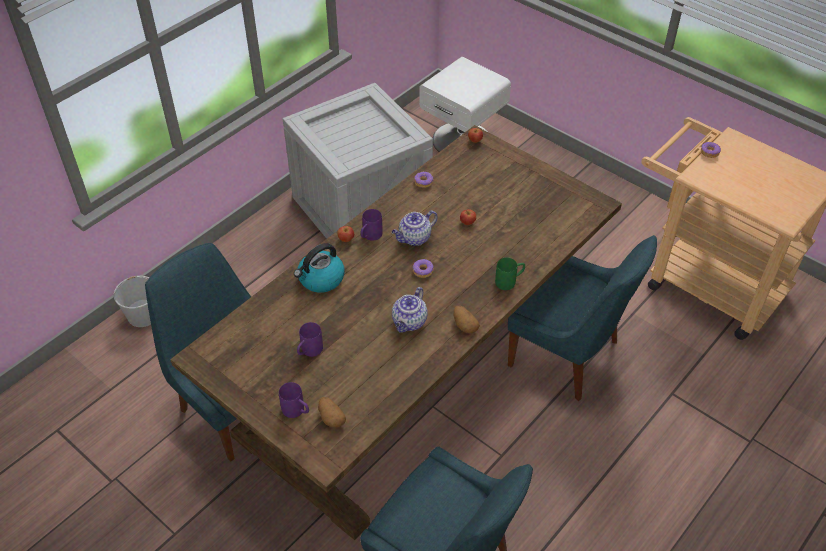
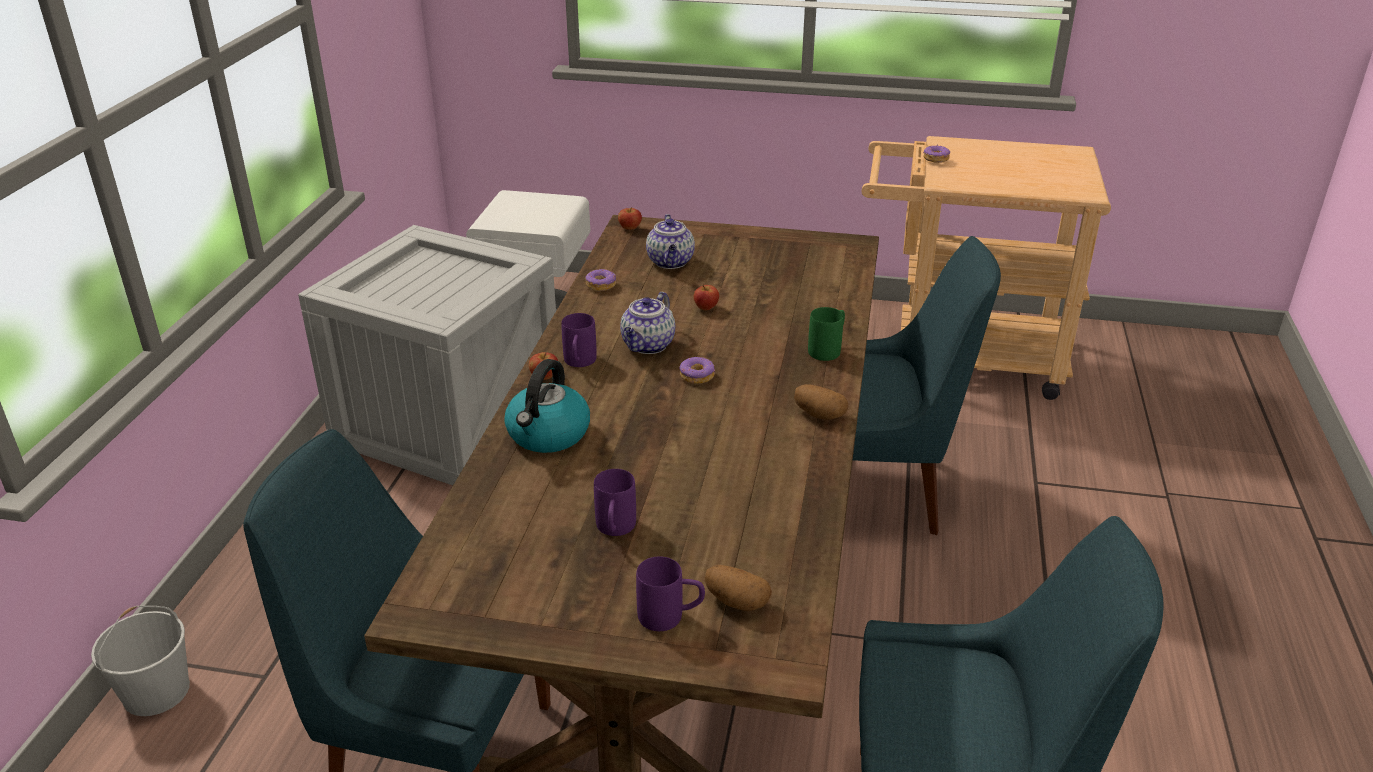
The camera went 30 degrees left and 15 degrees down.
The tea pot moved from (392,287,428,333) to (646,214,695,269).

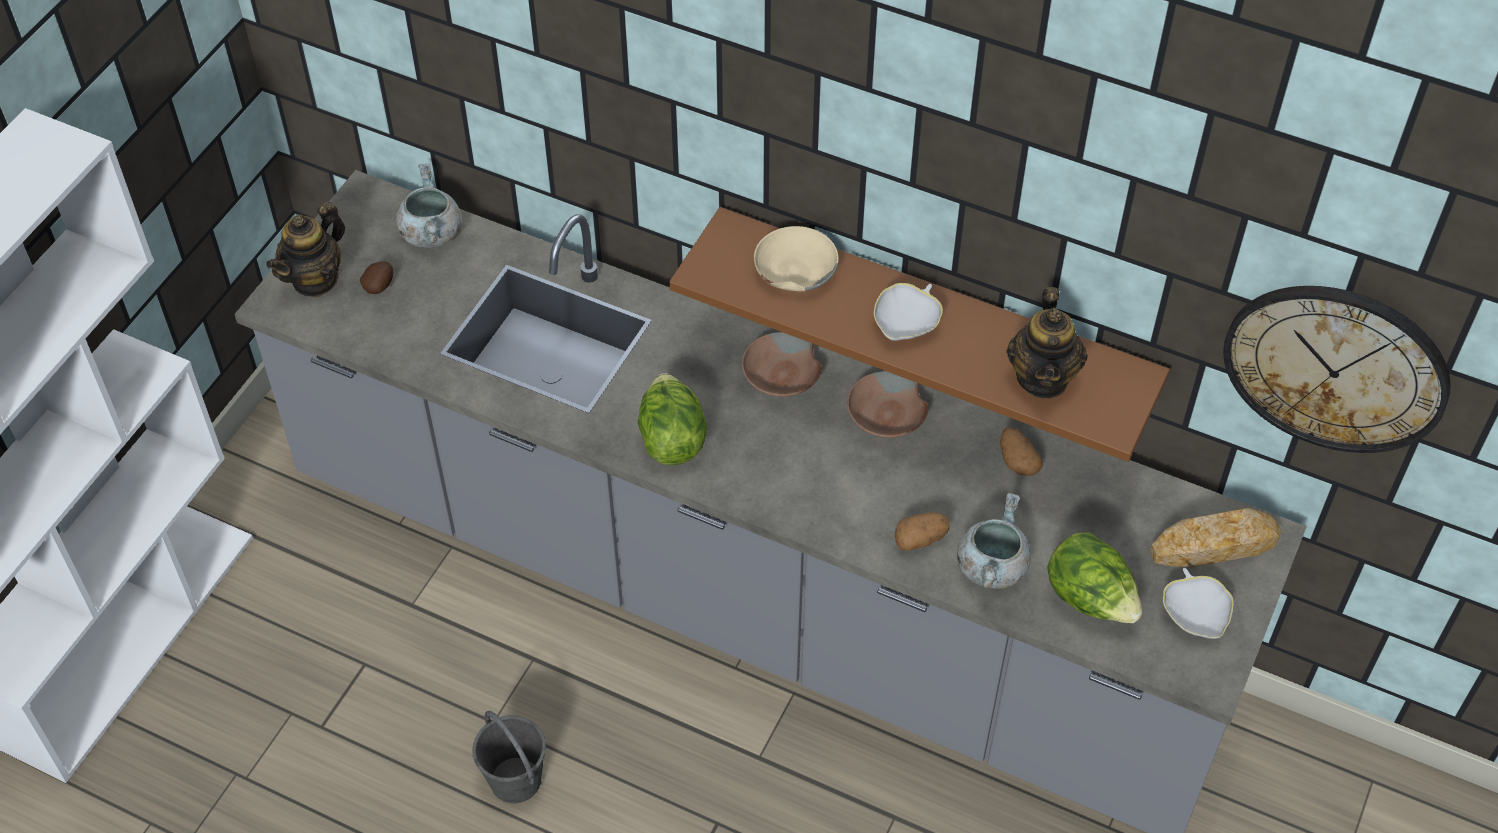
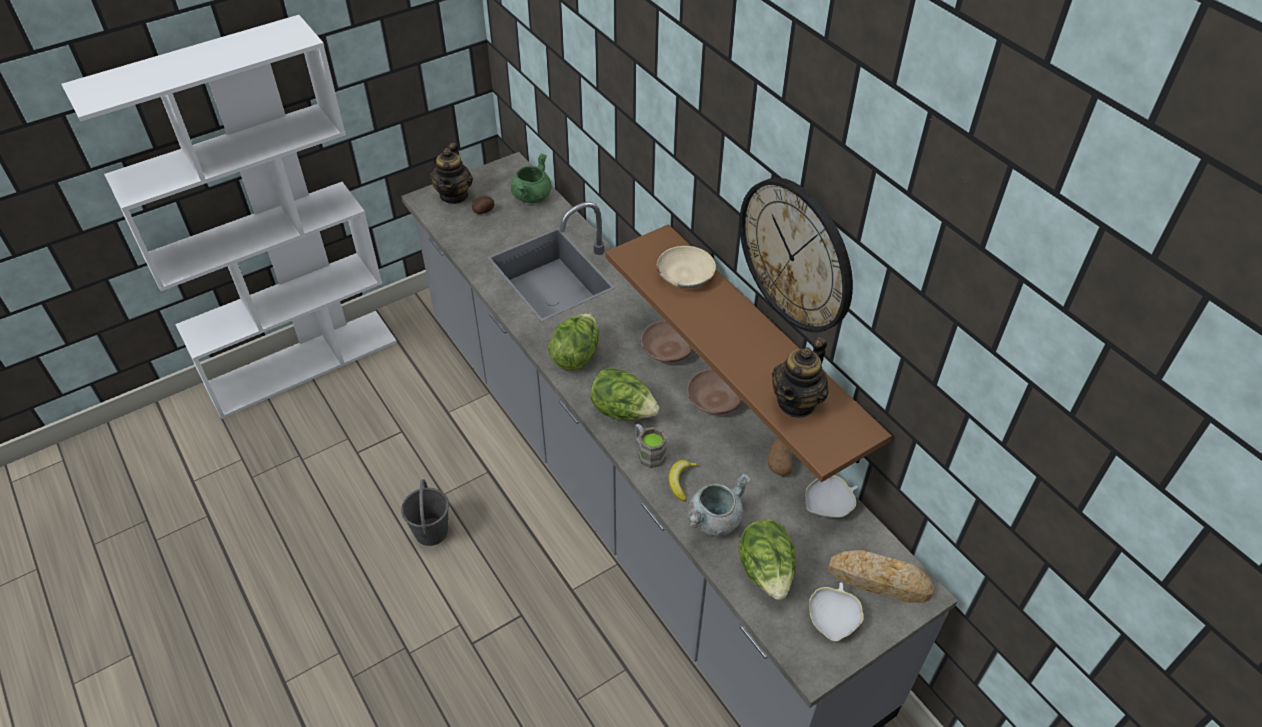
The camera went 30 degrees right and 5 degrees down.
The lettuce at (590,367,659,420) appeared.
The tea mug/brown at (635,424,667,468) appeared.
The serving bowl/white moved from (874,283,943,341) to (805,475,858,518).
The wall clock moved from (1223,286,1451,453) to (739,178,853,332).
The potato at (894,512,949,551) was replaced by the whole banana at (668,460,699,502).
The stockpot/grey at (396,164,462,248) became the stockpot/green-coloured at (511,154,551,203).
The tea pot at (266,202,345,297) turned 60 degrees counterclockwise.

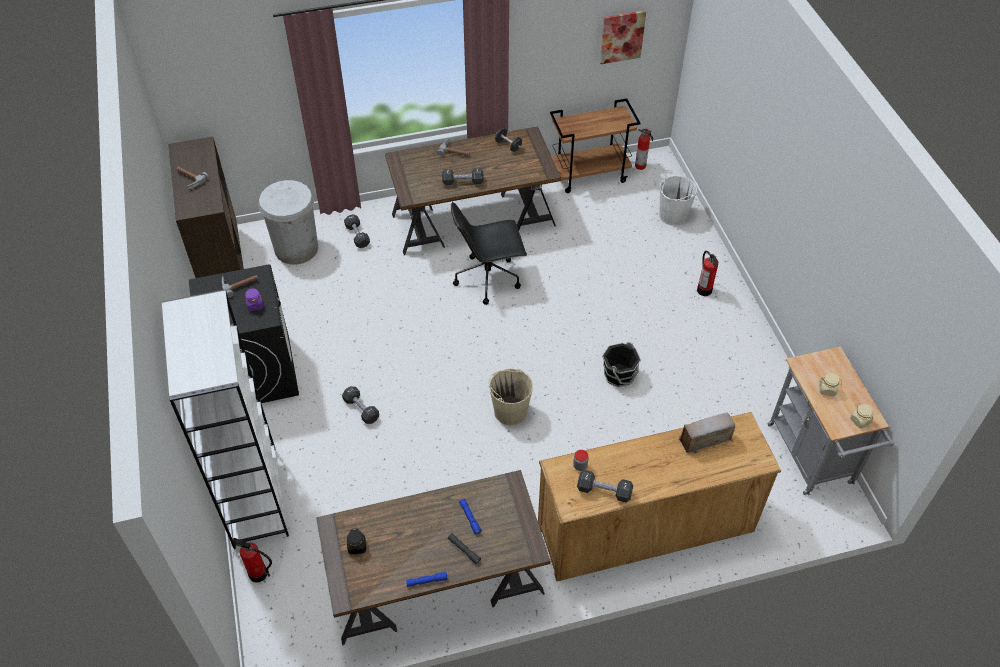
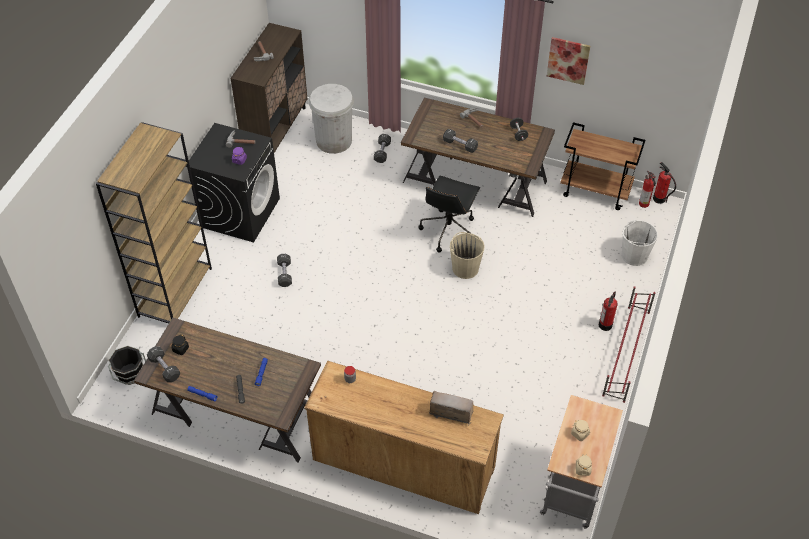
The camera went 35 degrees right and 0 degrees up.
The shoe rack/red at (602,286,656,403) appeared.
The extinguisher moved from (232,538,272,583) to (653,162,676,204).
The pail/sand-coloured moved from (489,369,533,425) to (450,232,485,279).
The hand weight/black moved from (577,470,633,502) to (147,346,180,382).
The wall picture moved from (600,10,646,64) to (547,37,590,85).
The pail/black moved from (602,342,641,387) to (108,346,146,385).
The bookshelf/white at (162,289,289,549) became the bookshelf/brown at (96,122,212,323).
The office chair/black at (451,202,527,305) turned 90 degrees counterclockwise.

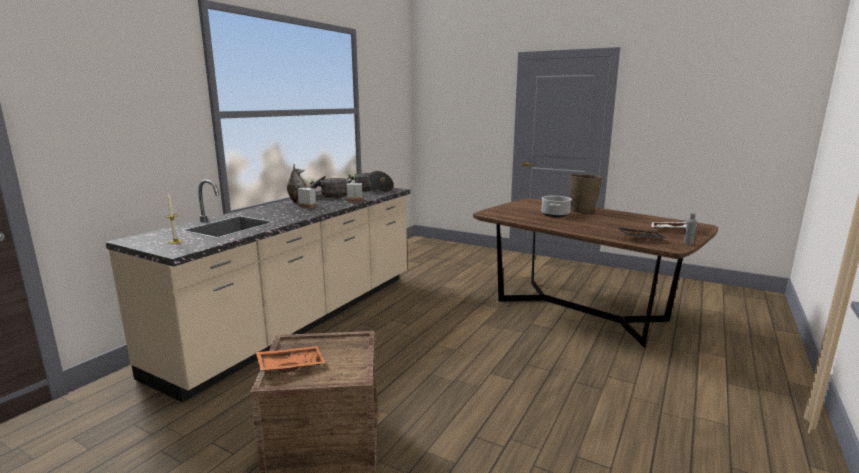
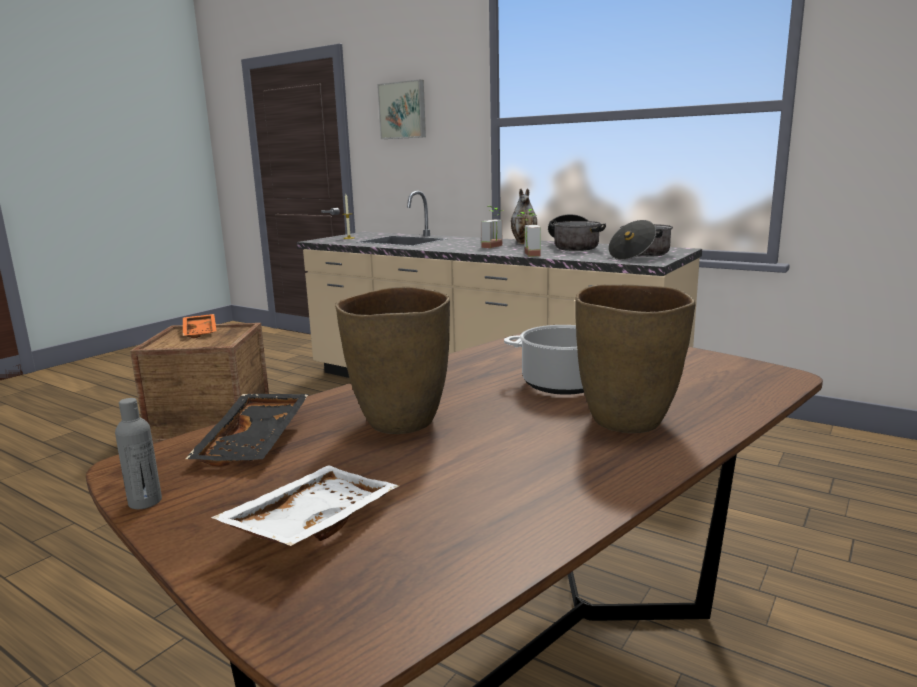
The camera went 95 degrees right and 0 degrees up.
The flower vase/brown at (335,287,450,434) appeared.
The wall picture at (377,79,426,139) appeared.

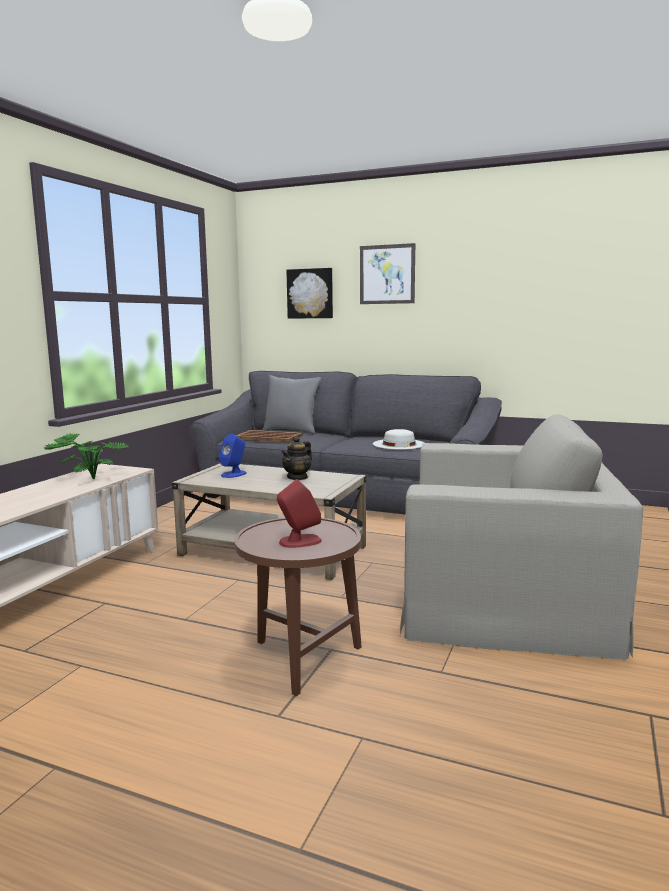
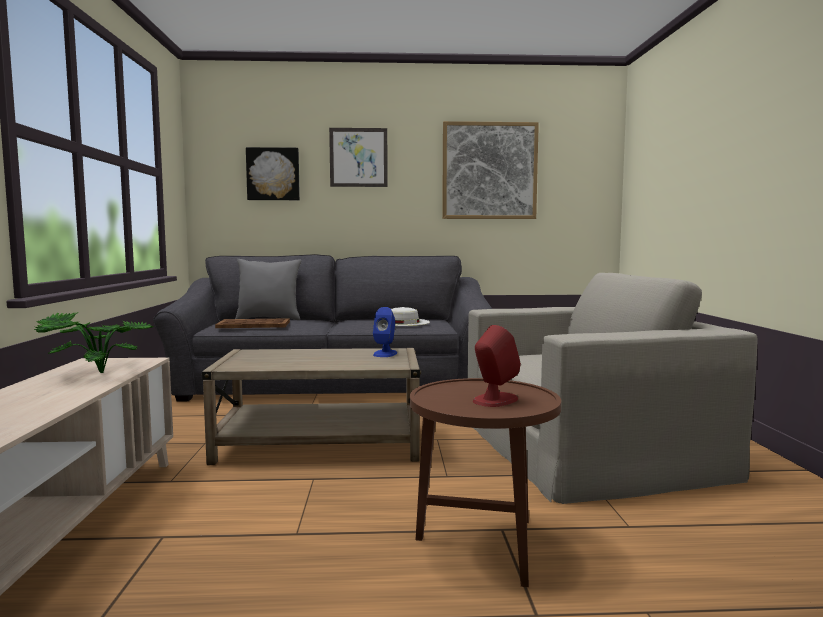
The camera went 25 degrees left and 5 degrees down.
The tea pot at (281,436,312,480) disappeared.
The wall picture at (442,121,539,219) appeared.
The loudspeaker/blue-coloured moved from (219,434,247,478) to (373,307,397,357).

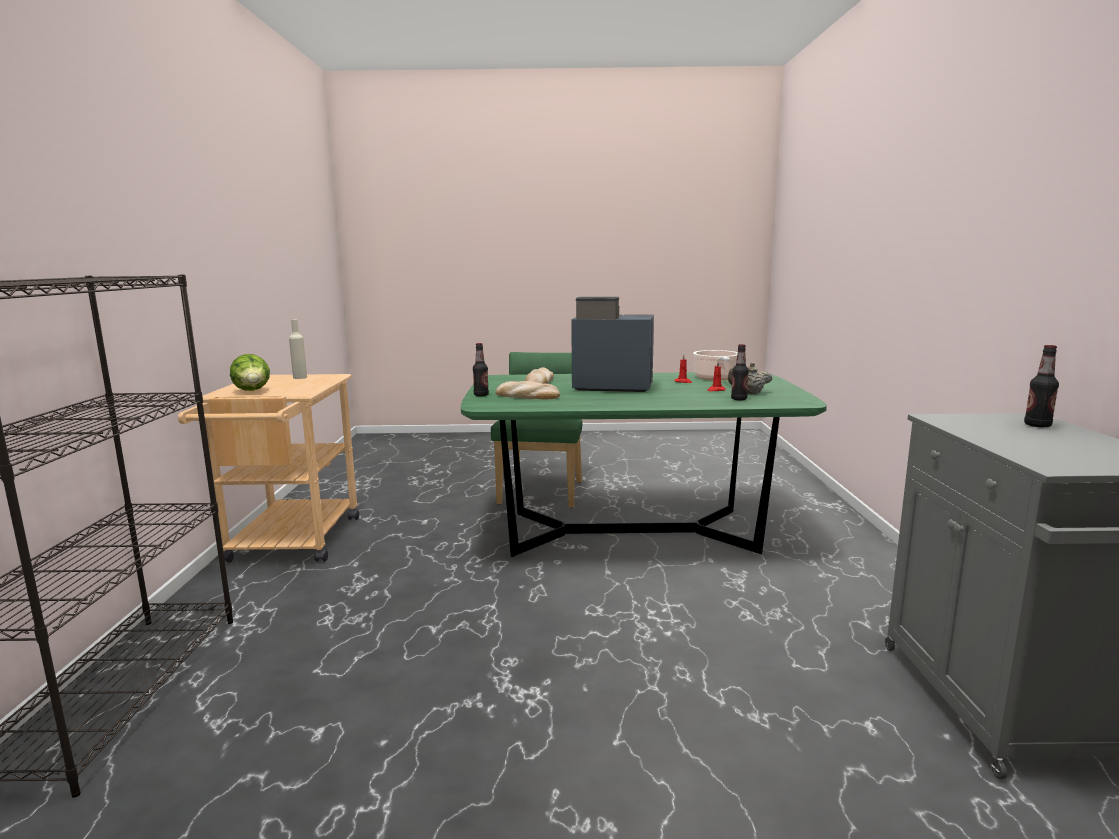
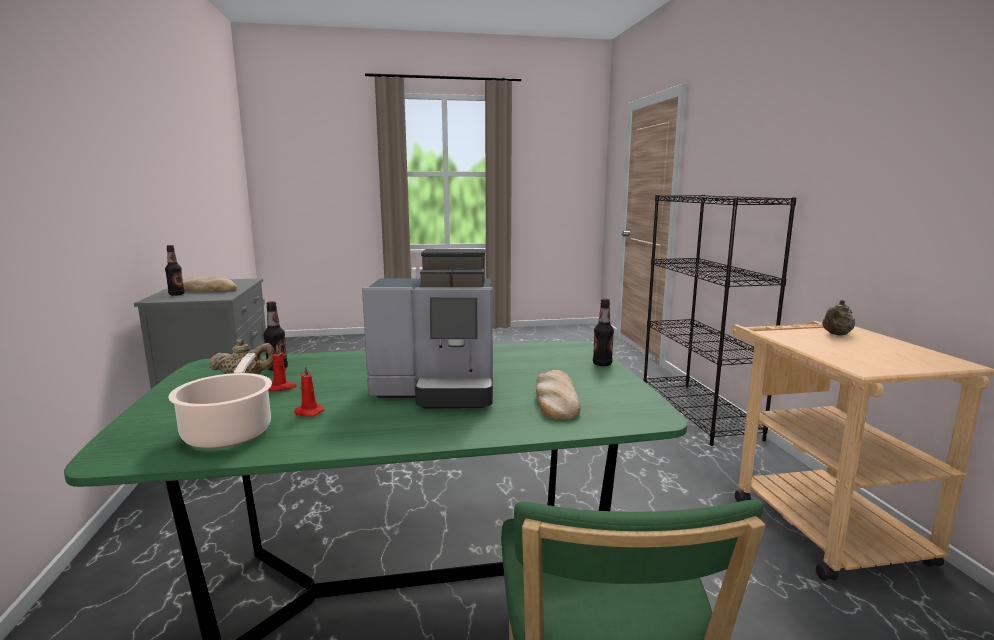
The camera went 170 degrees right and 0 degrees up.
The drink bottle/sand-coloured at (289,319,307,379) disappeared.
The baked bread moved from (496,381,560,399) to (183,276,237,292).
The lettuce at (230,354,270,391) was replaced by the tea pot/sand-coloured at (822,300,855,335).

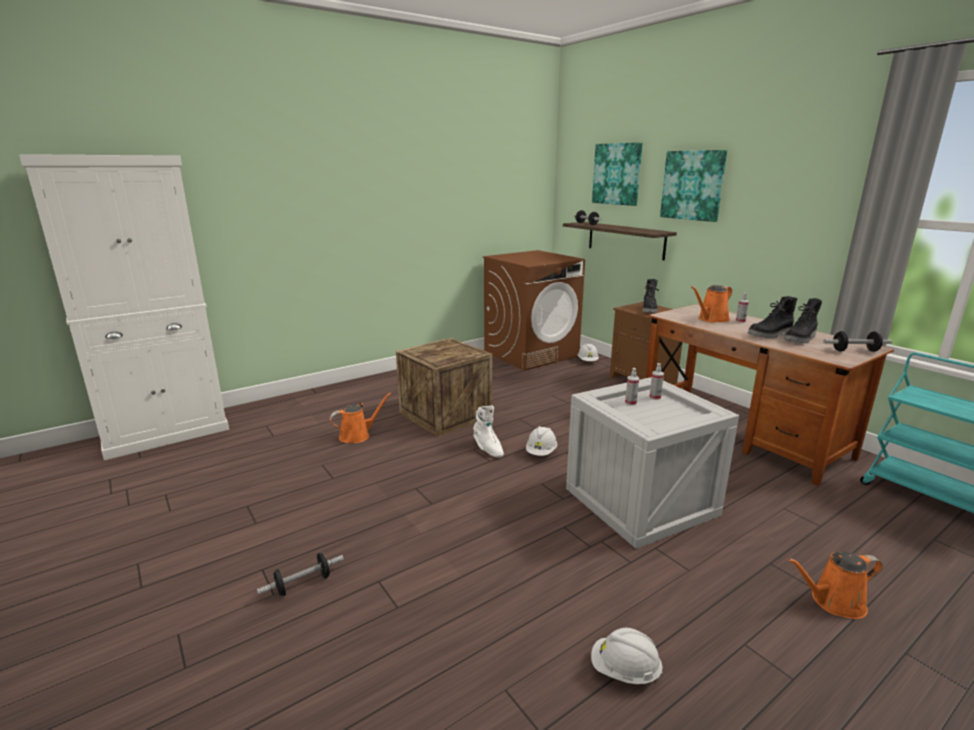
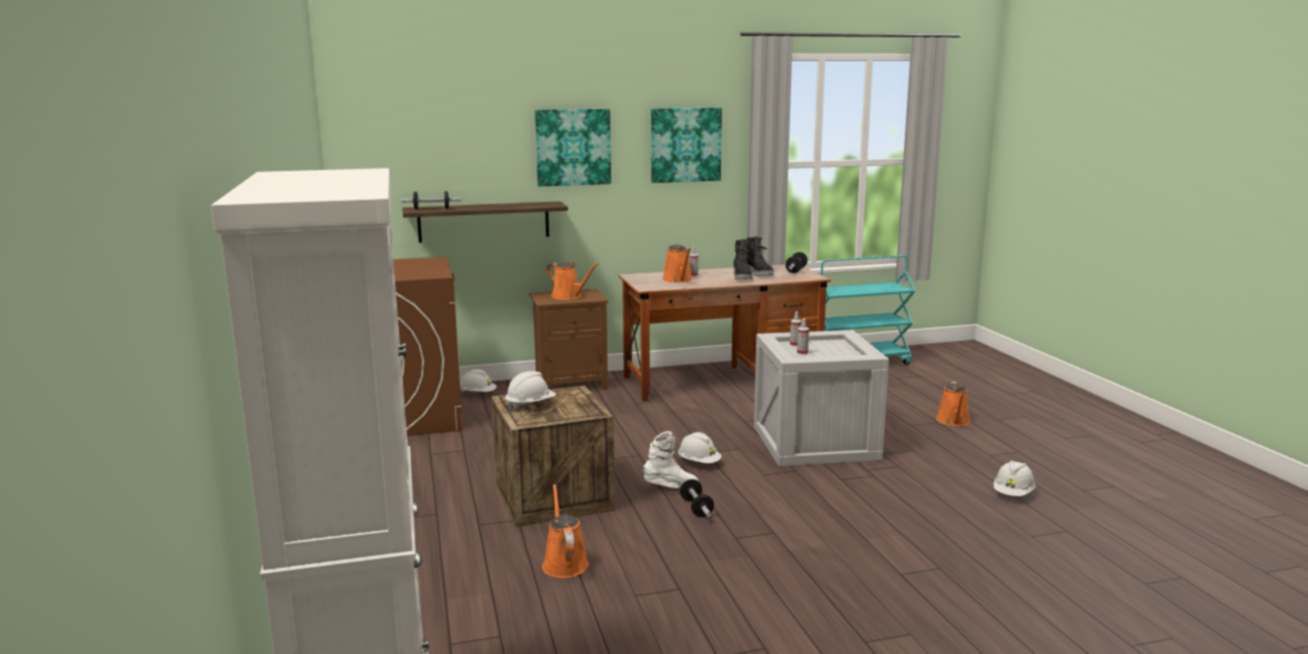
The camera went 70 degrees left and 5 degrees down.
The hard hat/white at (505,371,556,410) appeared.
The hand weight moved from (257,553,344,596) to (680,479,714,517).
The wall picture moved from (592,142,643,206) to (651,108,722,183).
The high-top boot/black at (642,279,659,313) was replaced by the watering can/orange-coloured at (547,262,599,300).

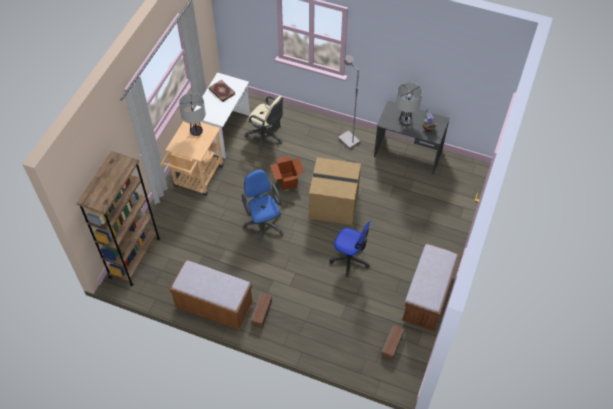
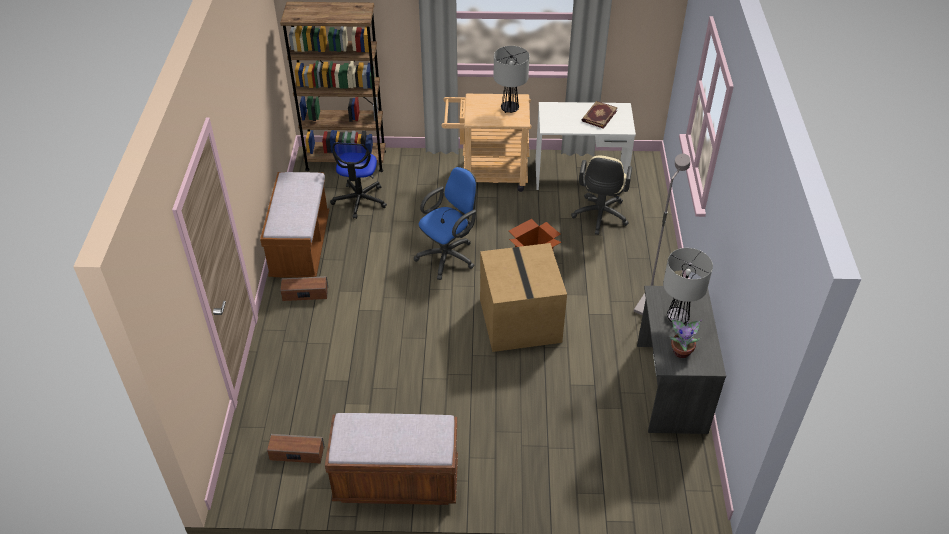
The camera went 70 degrees right and 10 degrees down.
The office chair moved from (329,222,371,277) to (330,143,387,219).

